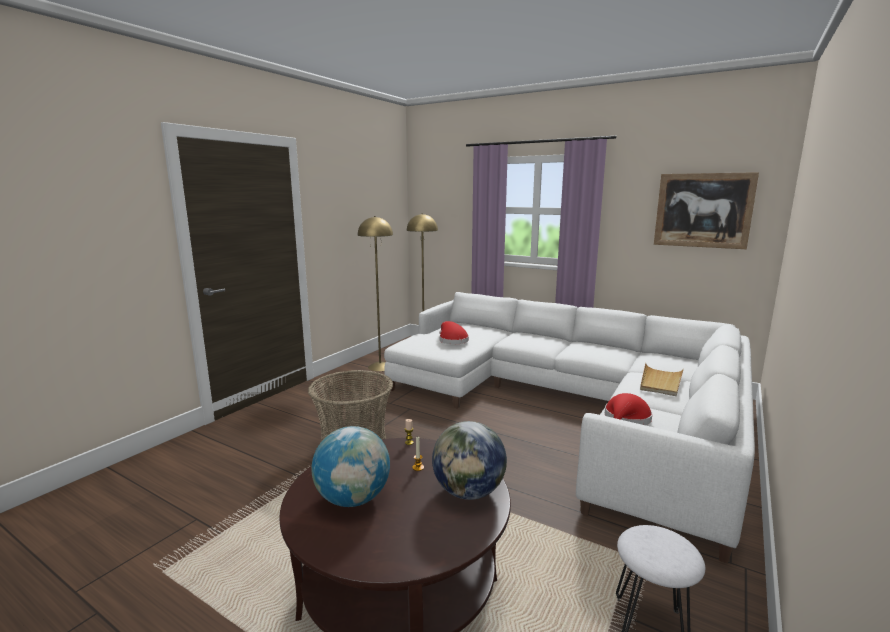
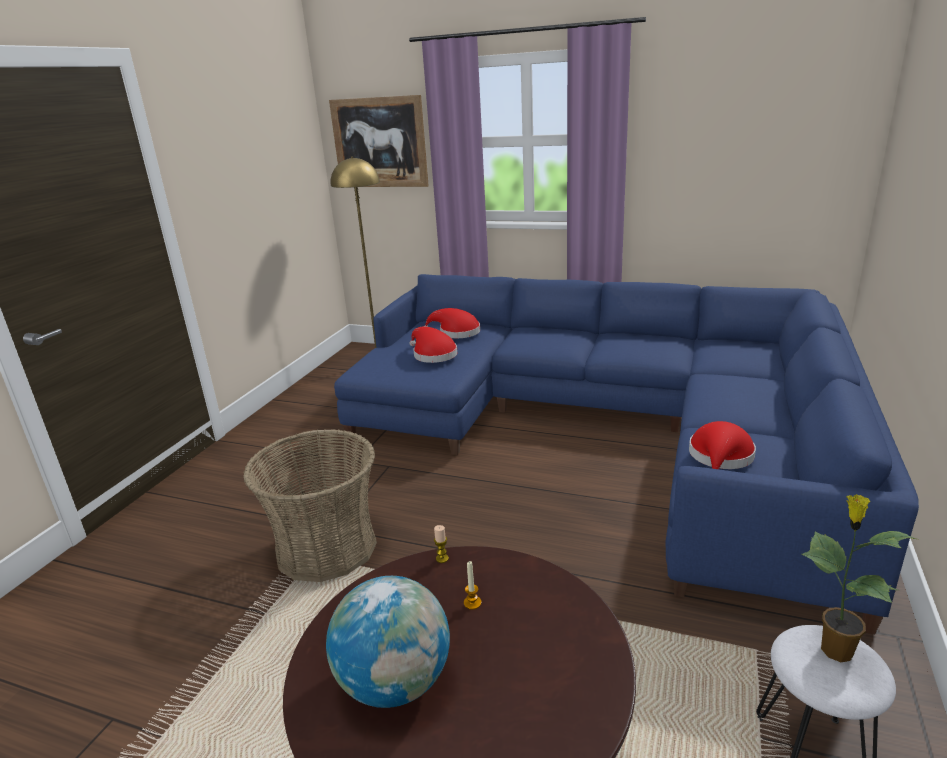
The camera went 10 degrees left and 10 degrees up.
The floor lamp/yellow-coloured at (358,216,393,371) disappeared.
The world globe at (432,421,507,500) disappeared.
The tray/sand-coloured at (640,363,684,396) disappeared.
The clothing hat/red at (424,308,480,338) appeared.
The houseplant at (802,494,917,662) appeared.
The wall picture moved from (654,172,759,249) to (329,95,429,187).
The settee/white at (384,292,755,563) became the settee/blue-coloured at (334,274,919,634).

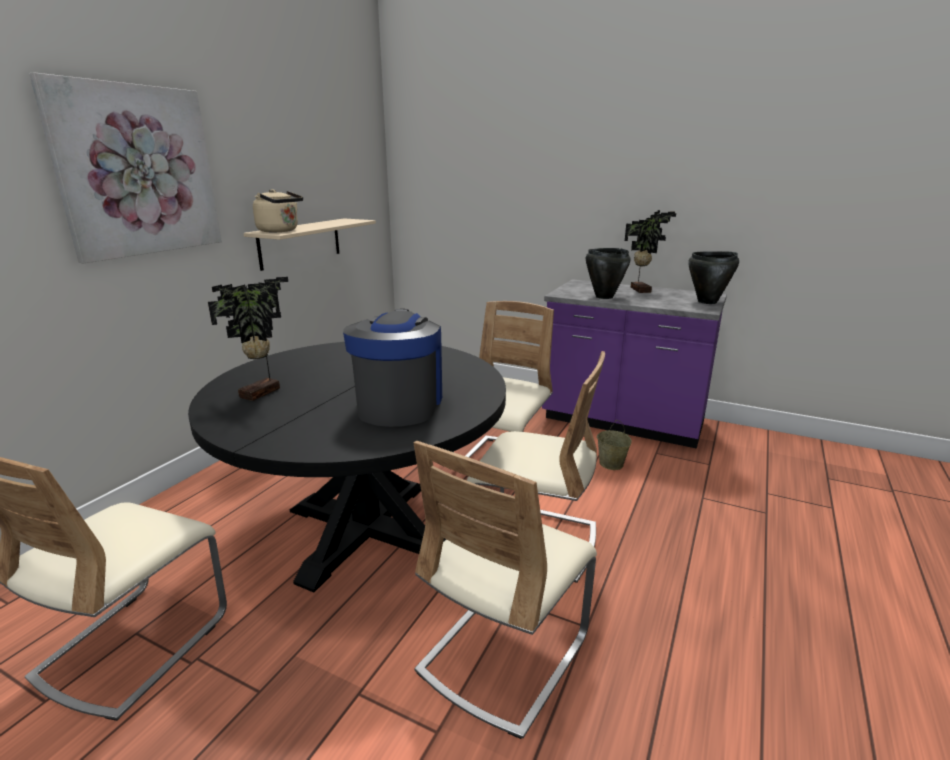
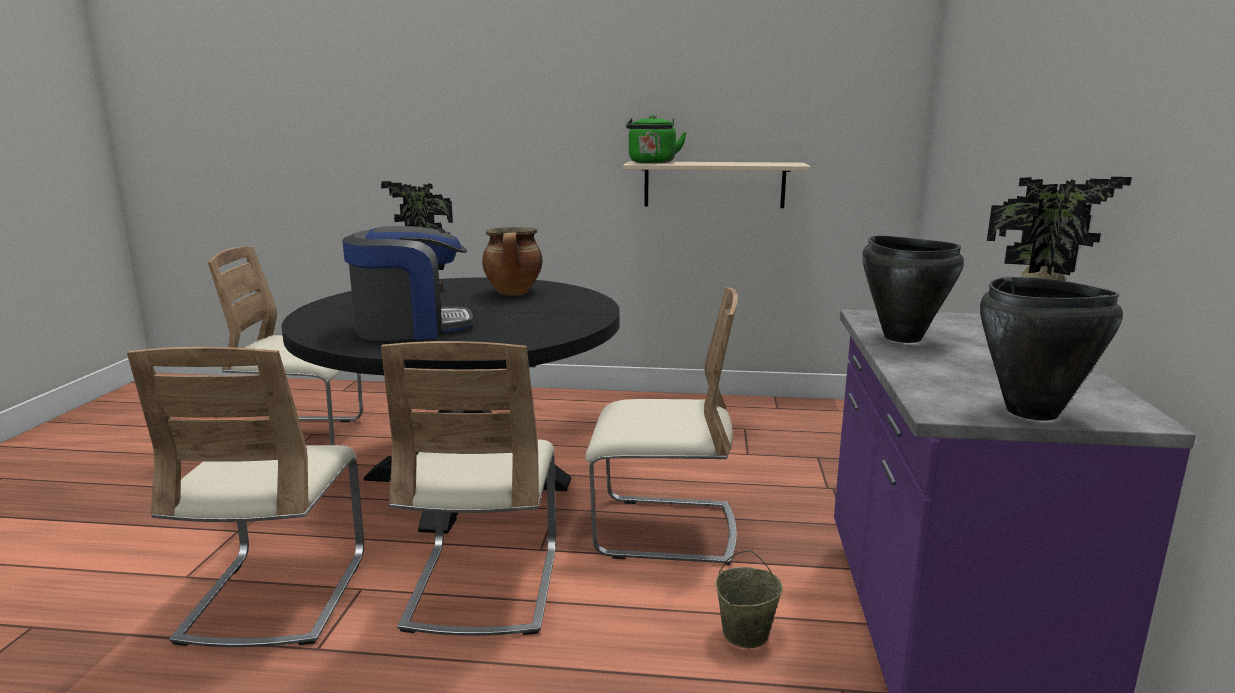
The camera went 70 degrees right and 5 degrees down.
The wall picture at (29,72,222,264) disappeared.
The stockpot at (482,227,542,295) appeared.
The tea kettle/sand-coloured at (253,189,303,232) became the tea kettle/green-coloured at (626,115,687,163).
The upright chair/sand-coloured at (413,441,597,739) turned 105 degrees counterclockwise.

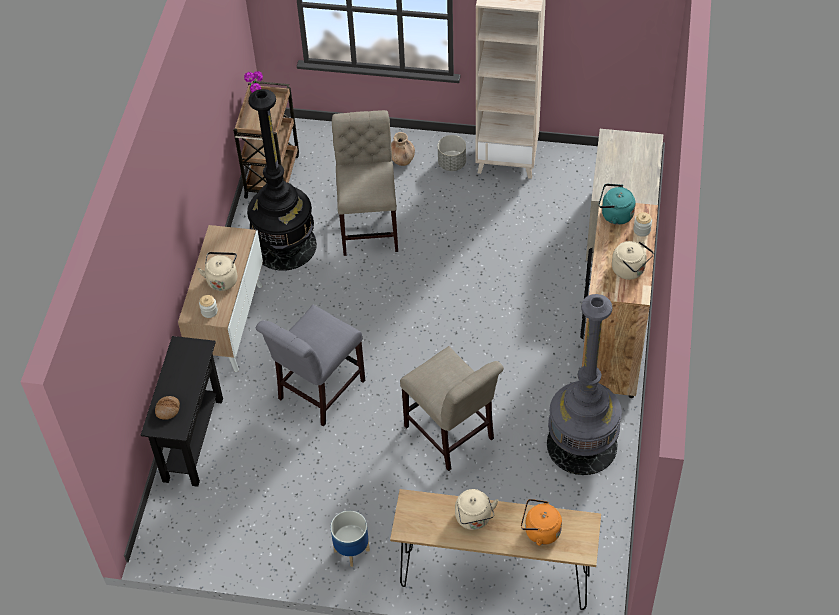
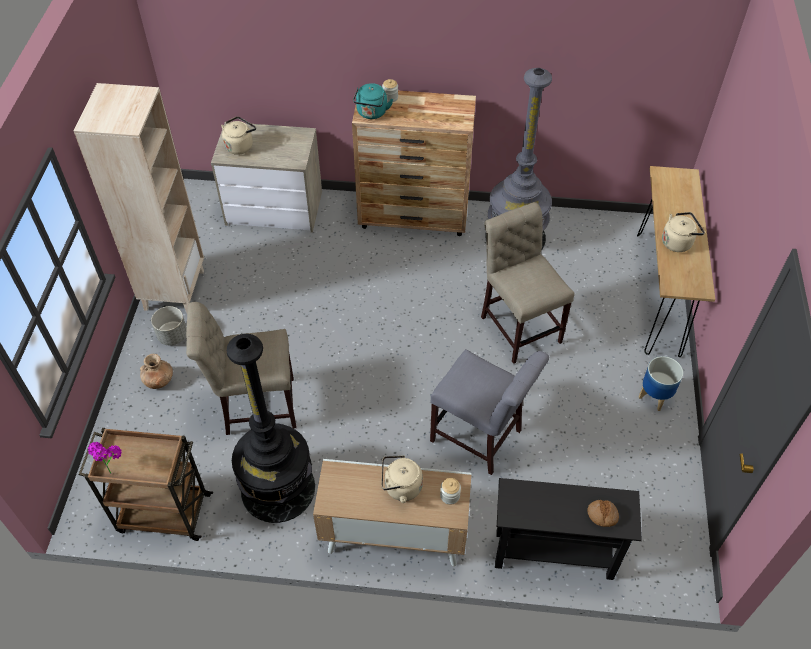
The camera went 95 degrees left and 0 degrees up.
The tea kettle/orange-coloured at (521,499,562,546) disappeared.
The tea kettle/sand-coloured moved from (612,241,654,280) to (221,116,256,155).
The upright chair/sand-coloured at (400,346,504,471) turned 75 degrees counterclockwise.

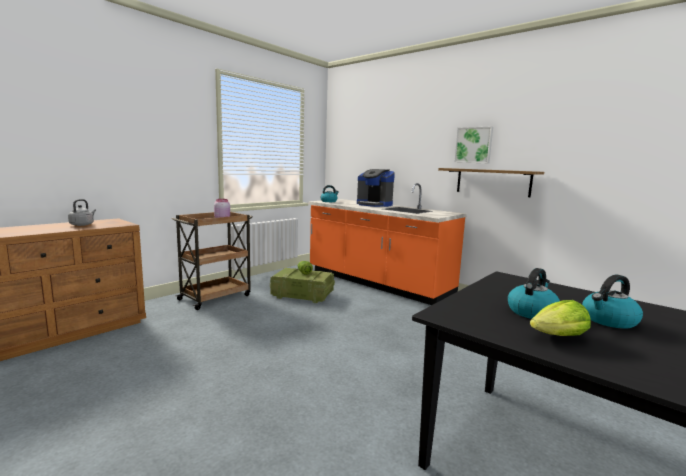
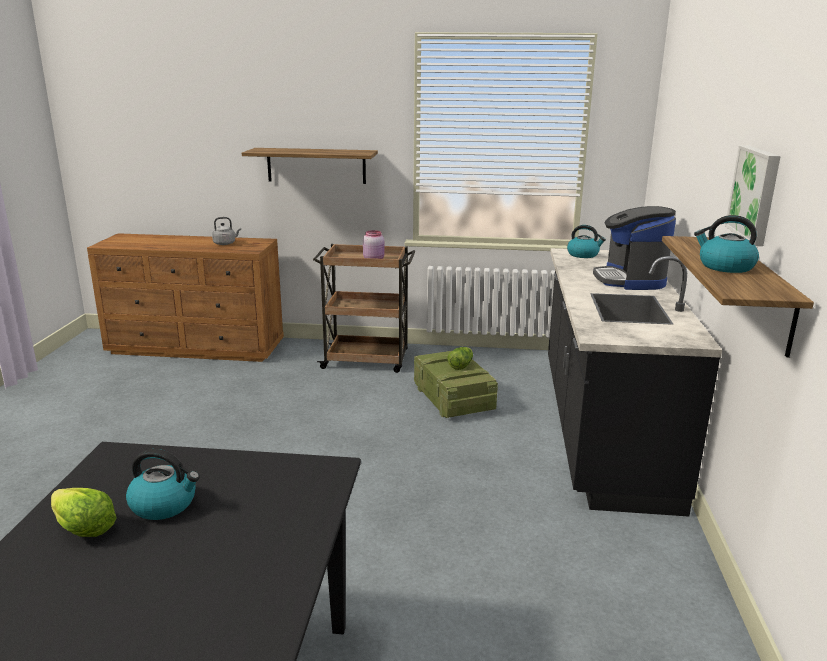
The camera went 55 degrees right and 10 degrees up.
The bracket shelf at (242,148,378,184) appeared.
The tea kettle moved from (582,275,643,329) to (694,215,759,273).
The counter/orange-coloured at (308,183,467,305) became the counter/black at (548,248,722,517).

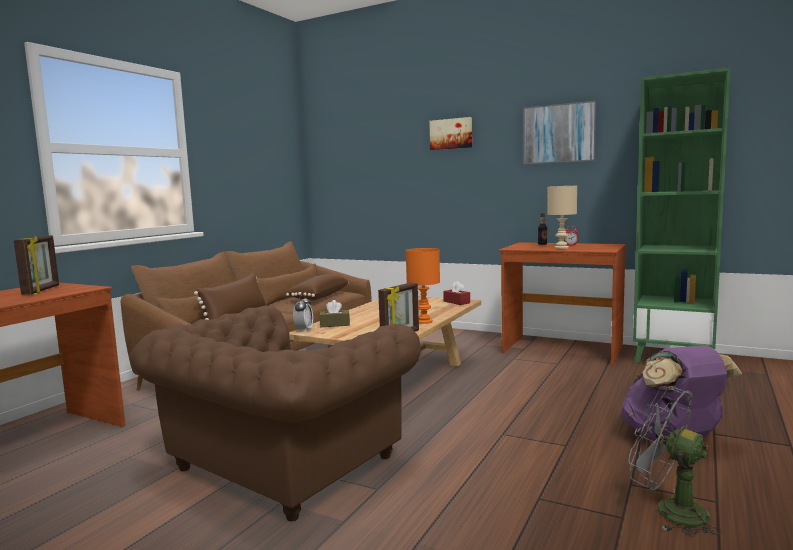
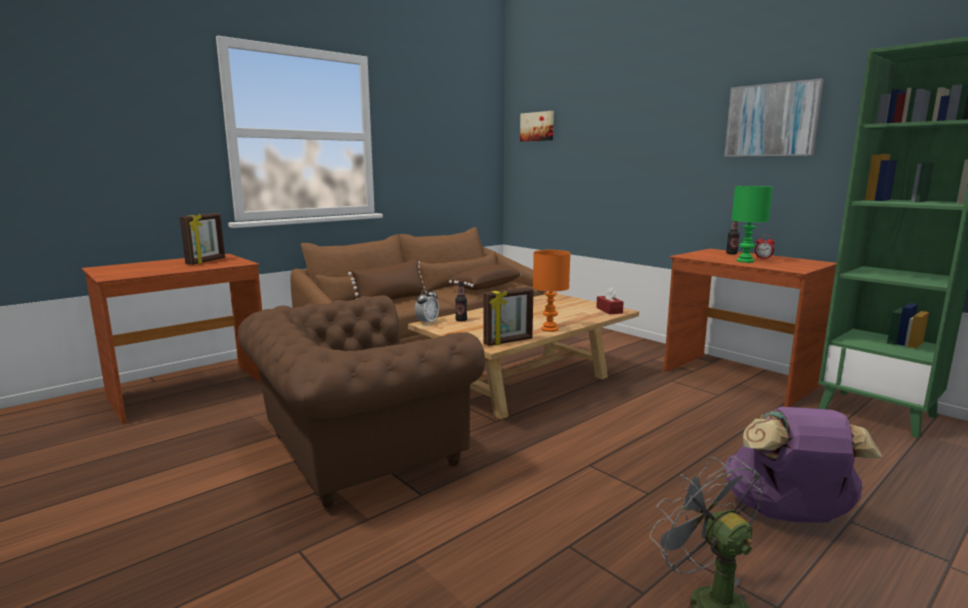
The camera went 20 degrees right and 5 degrees up.
The wall picture moved from (429,117,472,150) to (520,111,554,142).
The tissue box/brown at (319,300,350,327) was replaced by the drink bottle at (455,281,467,322).
The table lamp/sand-coloured at (547,186,577,249) became the table lamp/green-coloured at (732,186,773,263).

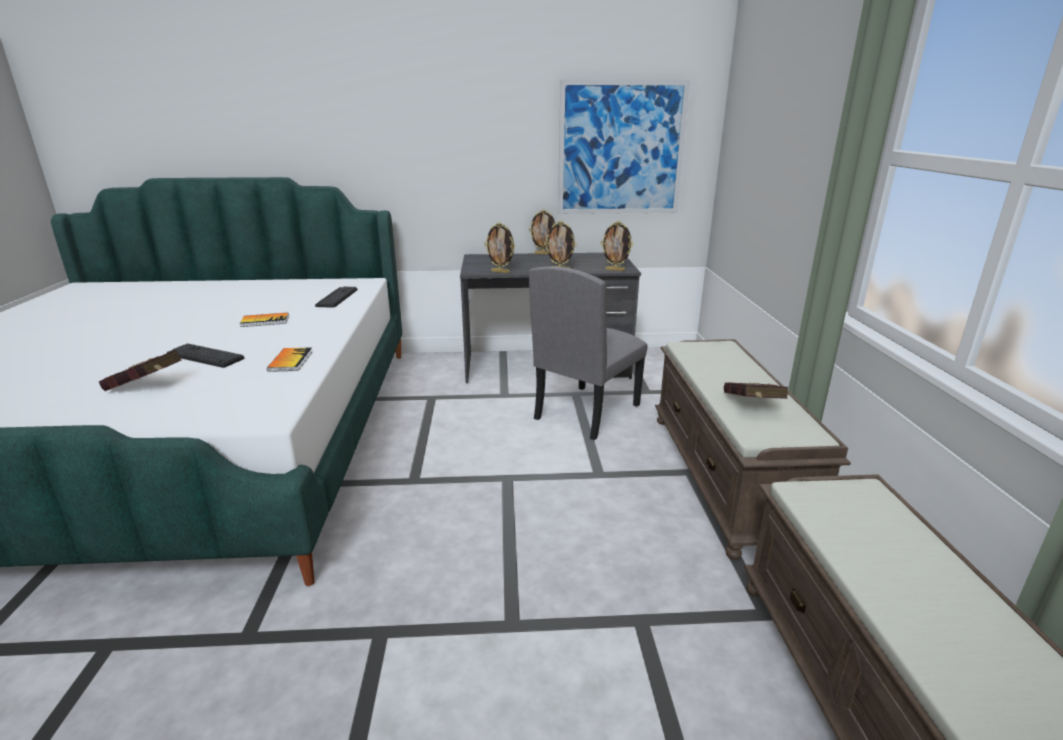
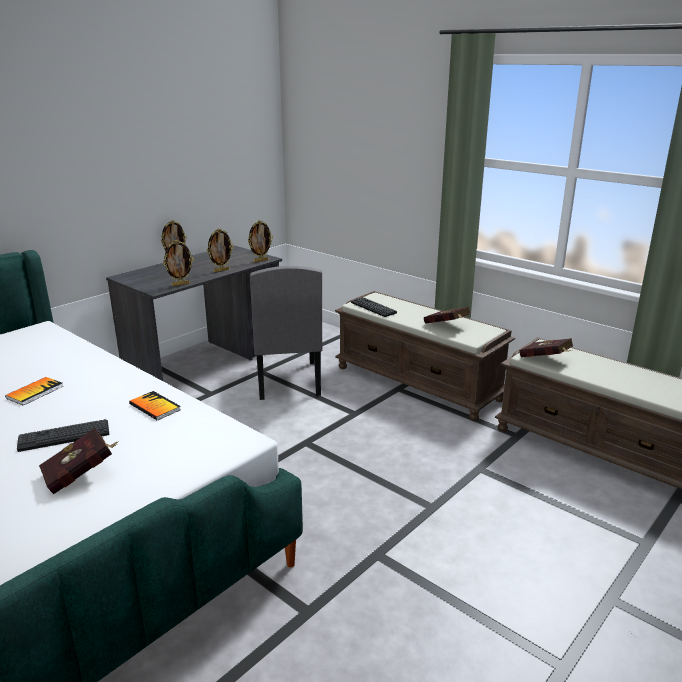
The camera went 45 degrees left and 0 degrees up.
The wall picture at (558,79,690,214) disappeared.
The book/red at (519,338,573,357) appeared.
The computer keyboard moved from (315,287,357,308) to (351,297,397,317).

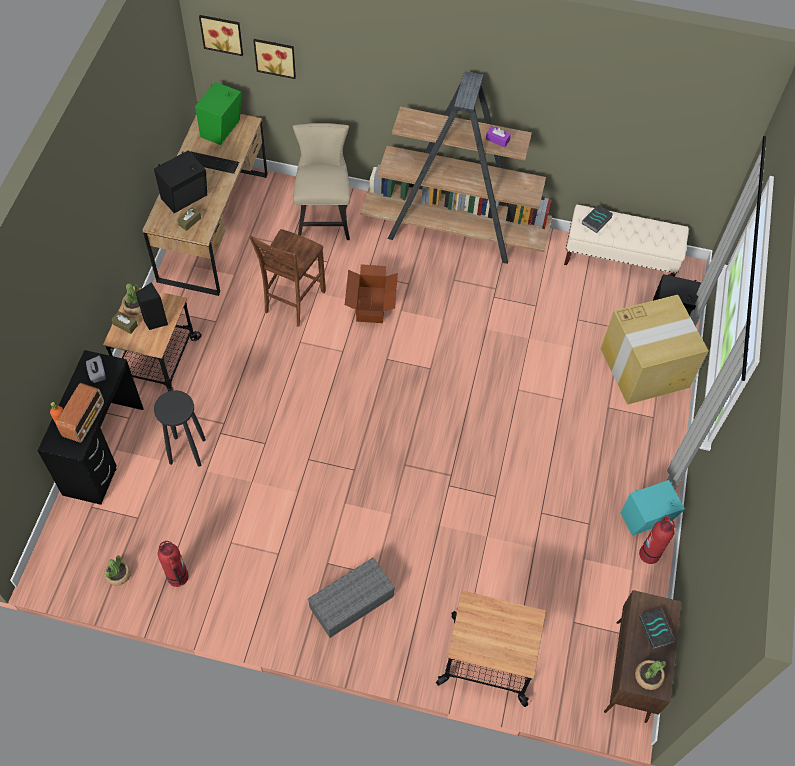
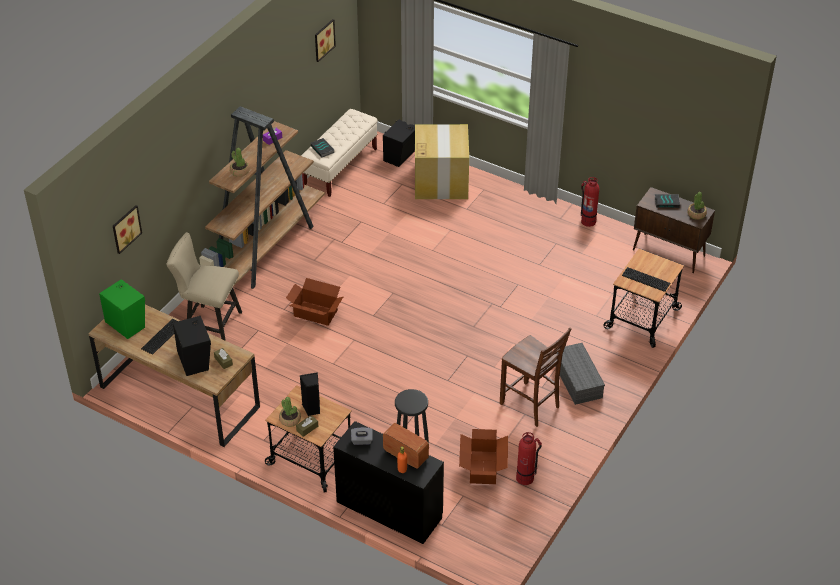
The camera went 70 degrees left and 15 degrees down.
The loudspeaker/blue-green at (621,480,685,536) disappeared.
The carton at (459,429,508,484) appeared.
The computer keyboard at (622,267,670,292) appeared.
The houseplant moved from (104,555,131,586) to (230,148,250,177).
The wall picture moved from (199,15,243,56) to (315,19,336,62).
The upright chair/brown moved from (249,229,326,327) to (500,327,572,427).

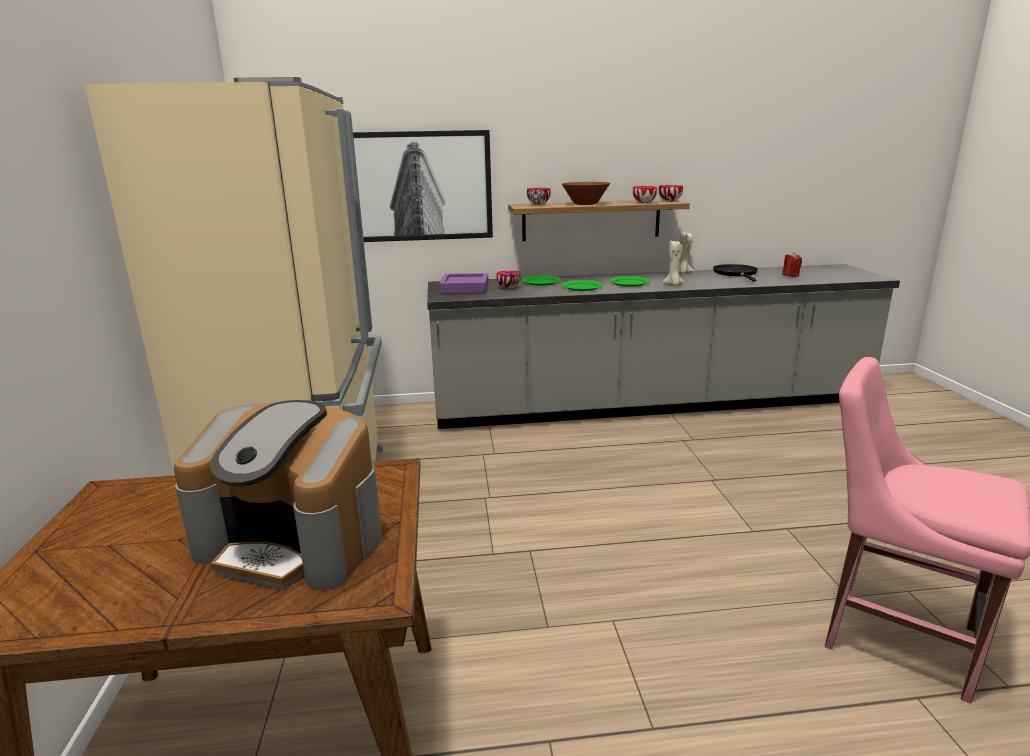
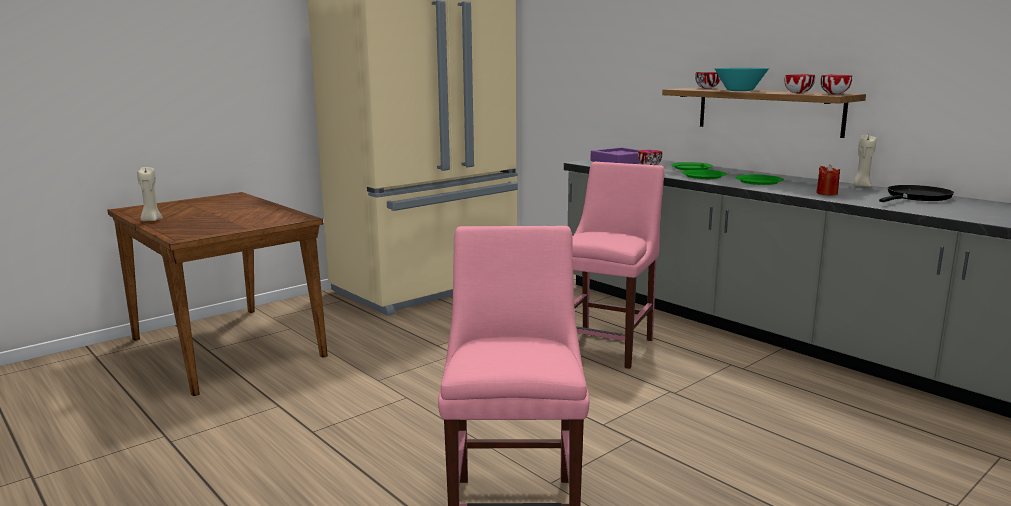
The camera went 55 degrees right and 5 degrees down.
The coffee brewer at (173,400,382,590) disappeared.
The wall picture at (353,130,493,242) disappeared.
The upright chair/pink-coloured at (572,162,665,369) appeared.
The candle/sand-coloured moved from (663,240,684,285) to (137,167,163,221).
The candle/red moved from (782,253,802,277) to (816,164,840,195).
The serving bowl/brown at (562,182,610,205) became the serving bowl/blue-green at (714,68,769,91).

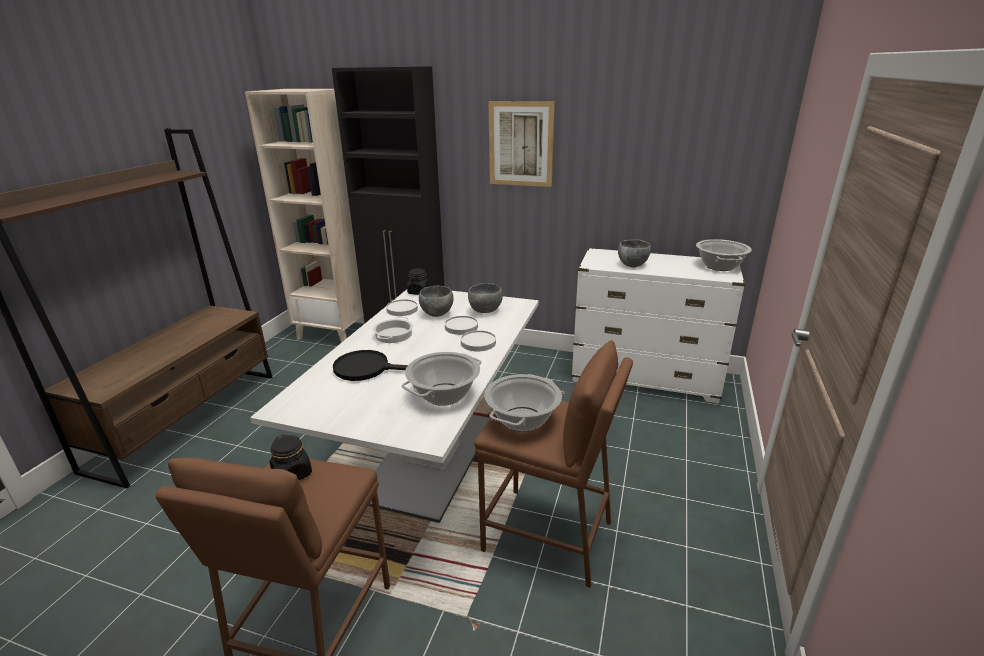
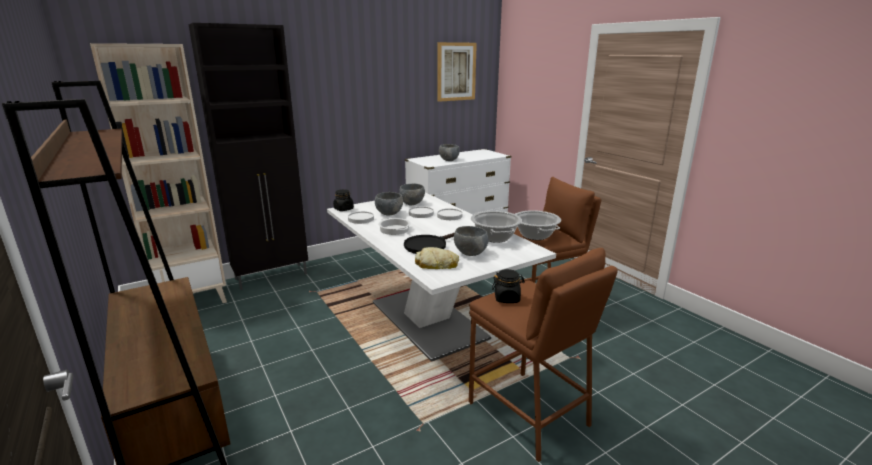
The camera went 50 degrees left and 5 degrees down.
The stockpot at (696,239,752,271) disappeared.
The baked bread at (415,247,459,269) appeared.
The serving bowl/grey at (454,226,488,256) appeared.
The wall picture moved from (489,101,555,187) to (437,42,477,102).

